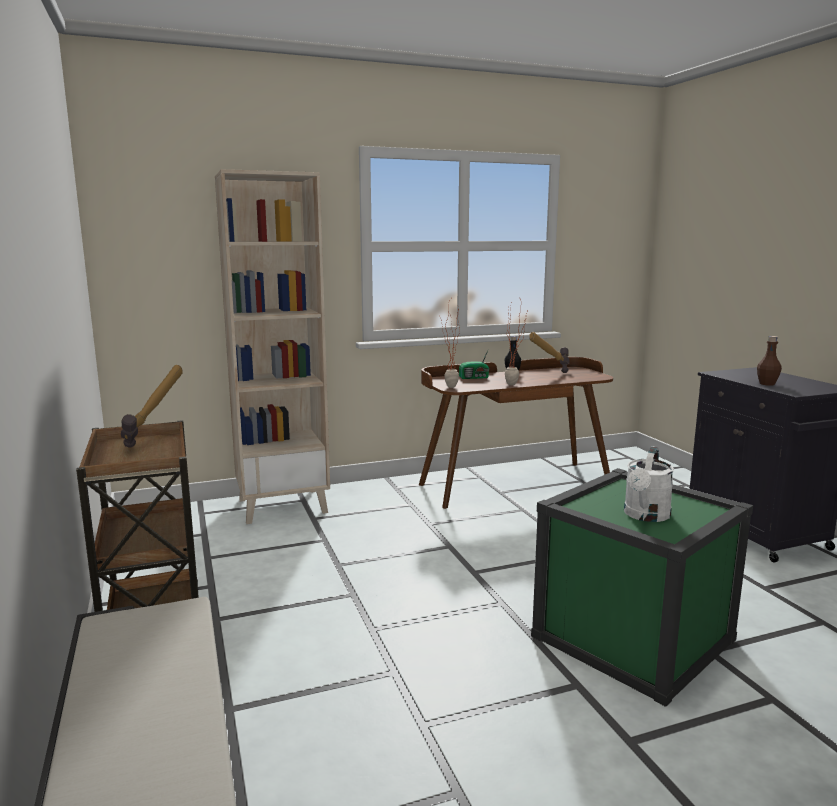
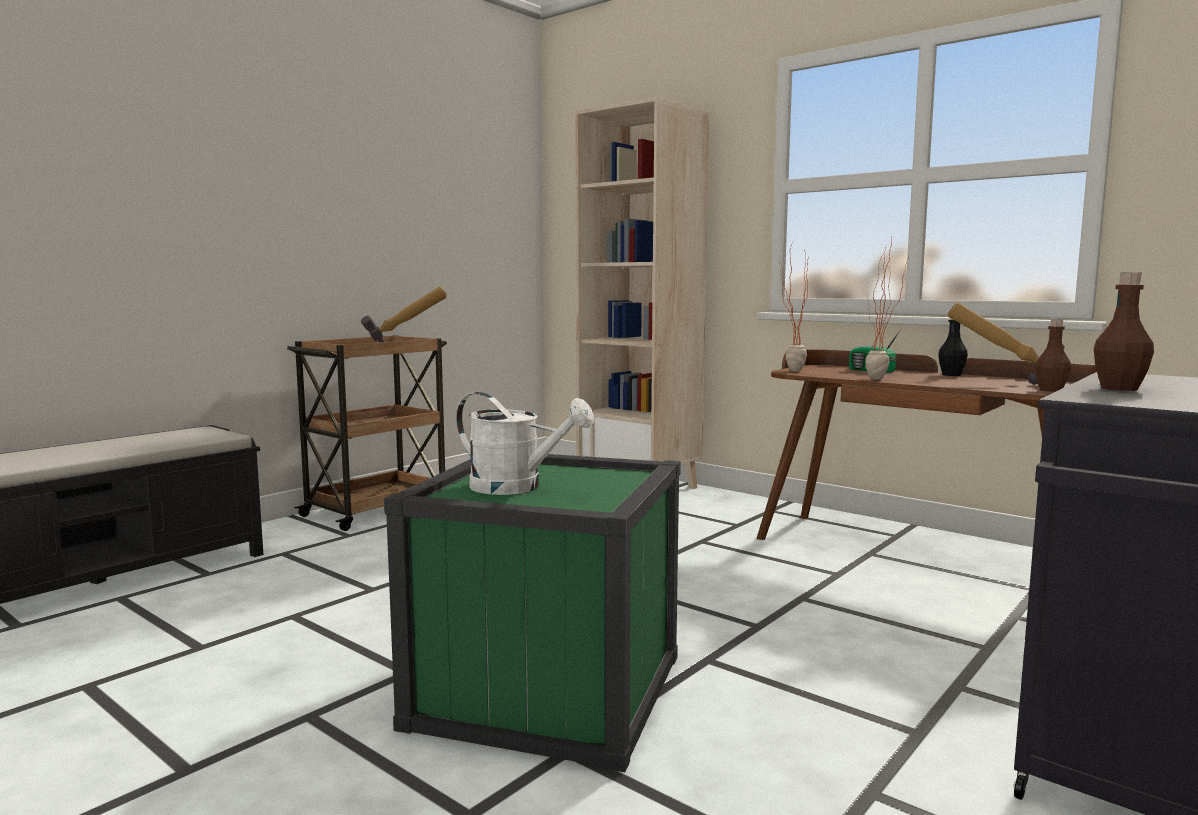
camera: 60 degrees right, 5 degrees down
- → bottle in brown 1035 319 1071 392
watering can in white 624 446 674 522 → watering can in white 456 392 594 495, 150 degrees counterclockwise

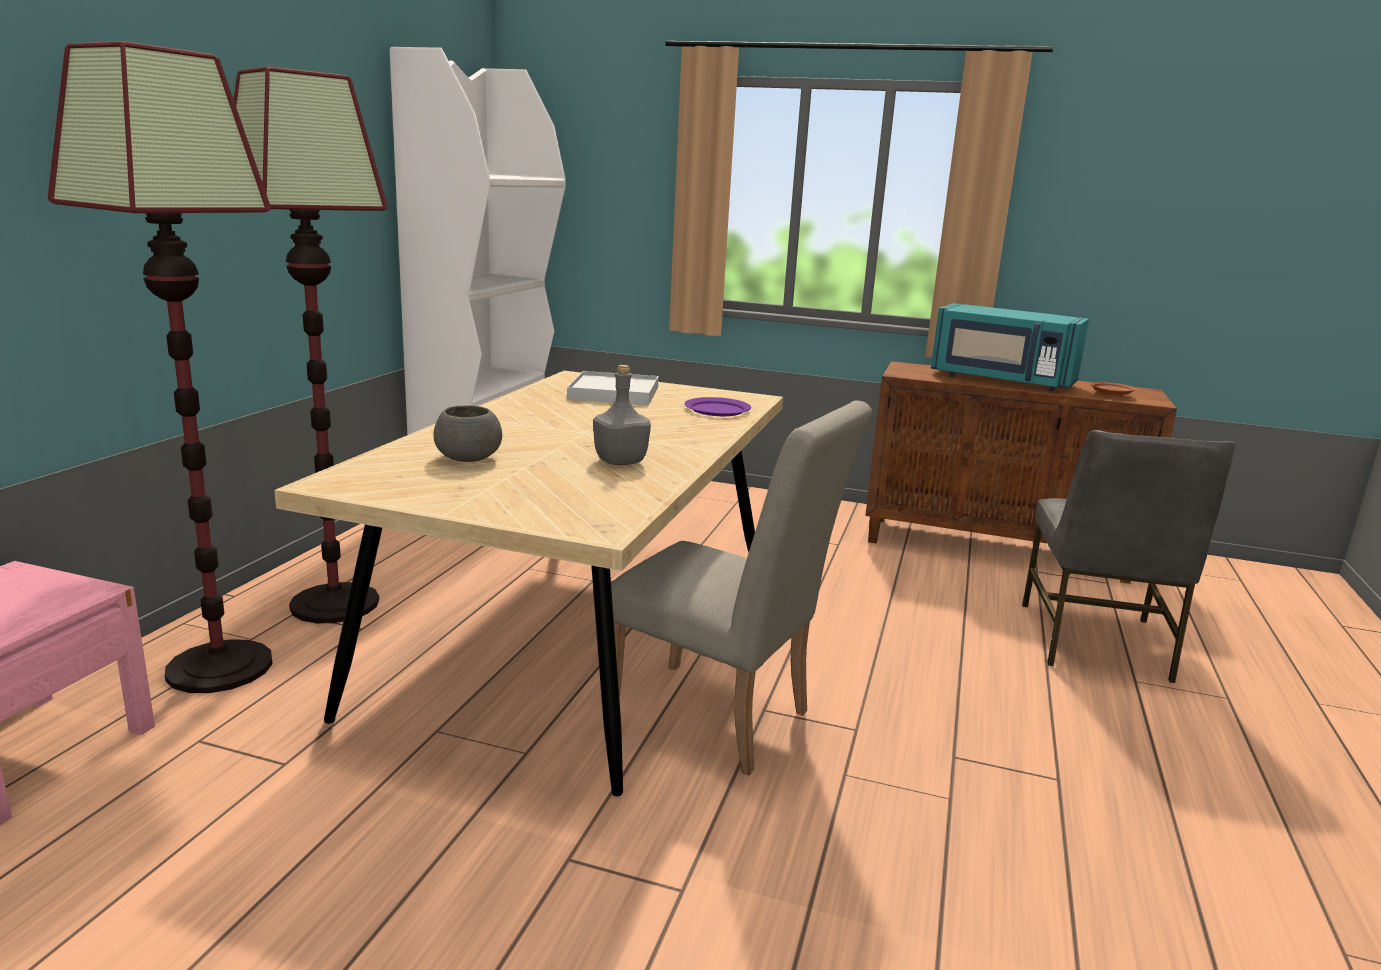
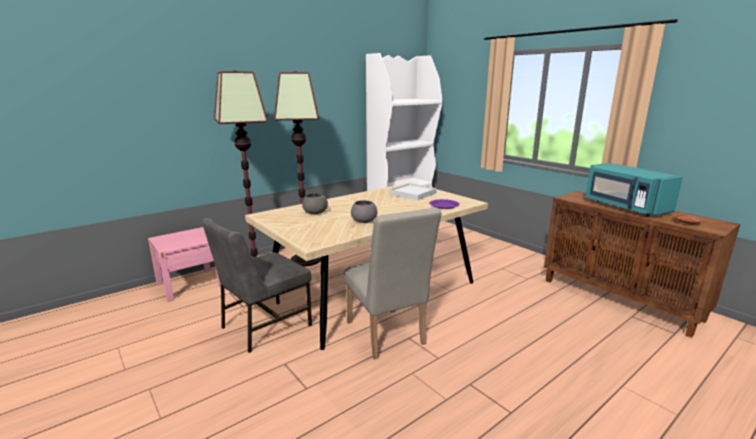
camera: 35 degrees right, 0 degrees up
chair in grey 1022 430 1236 683 → chair in grey 202 218 312 353, move
bottle in grey 593 365 651 465 → bowl in grey 351 200 377 223

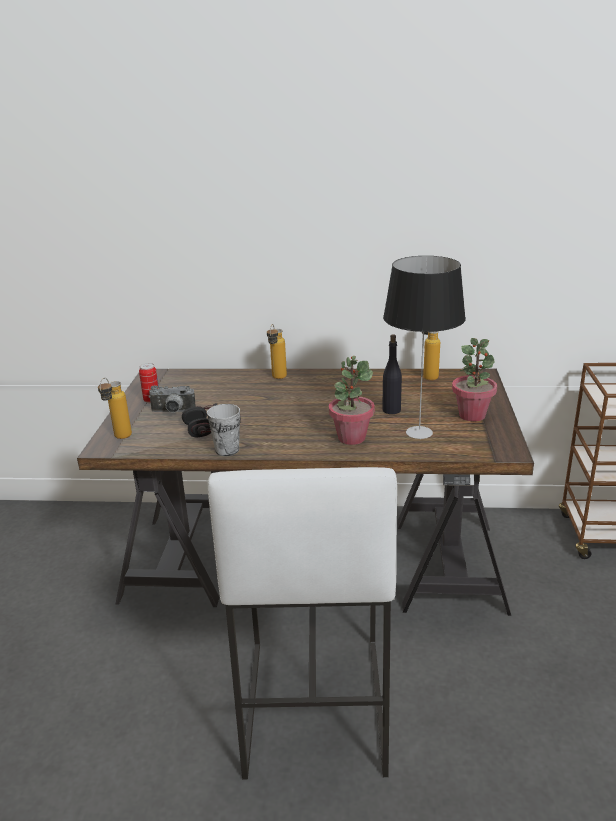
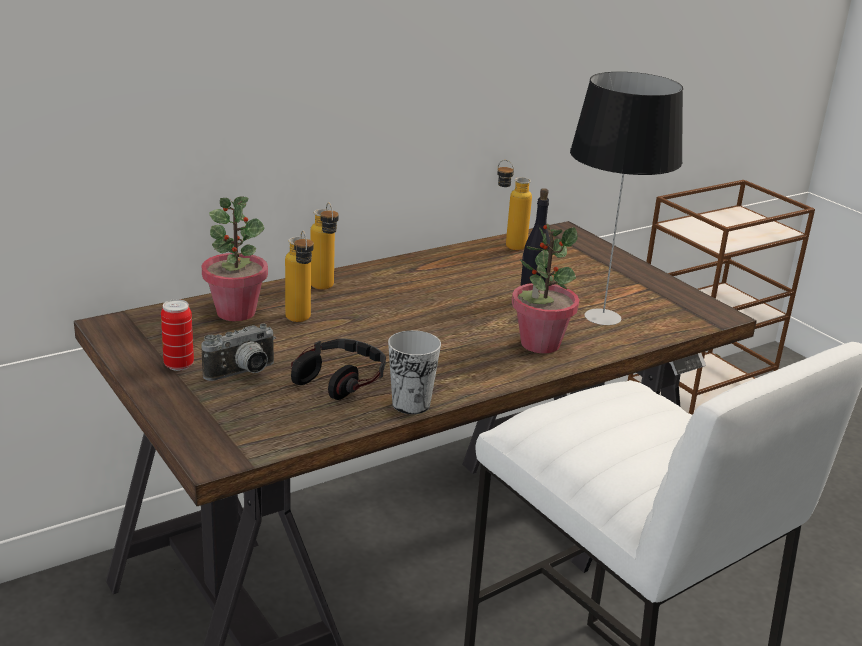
camera: 40 degrees left, 0 degrees up
bottle 98 378 132 439 → bottle 285 231 314 322, move
potted plant 452 338 497 421 → potted plant 202 197 268 321, move

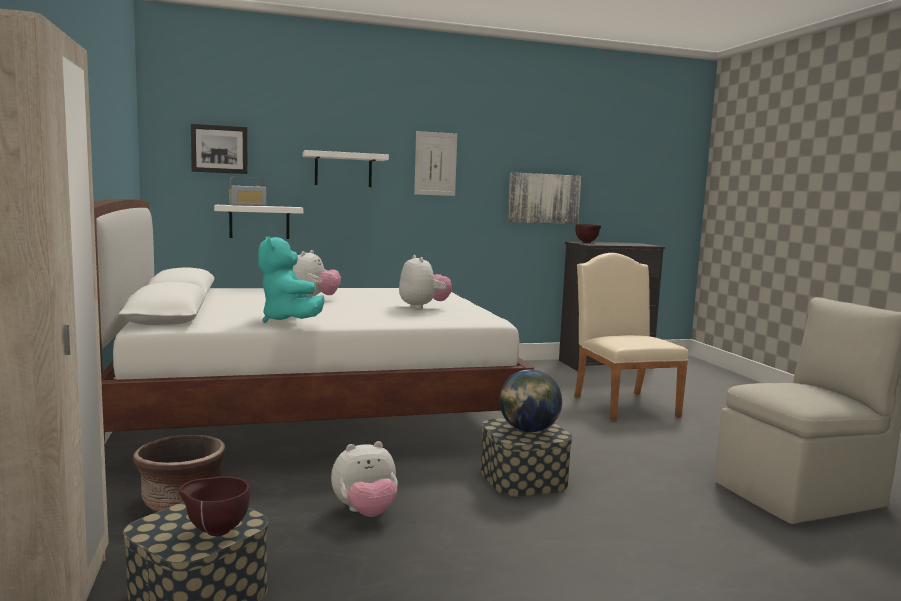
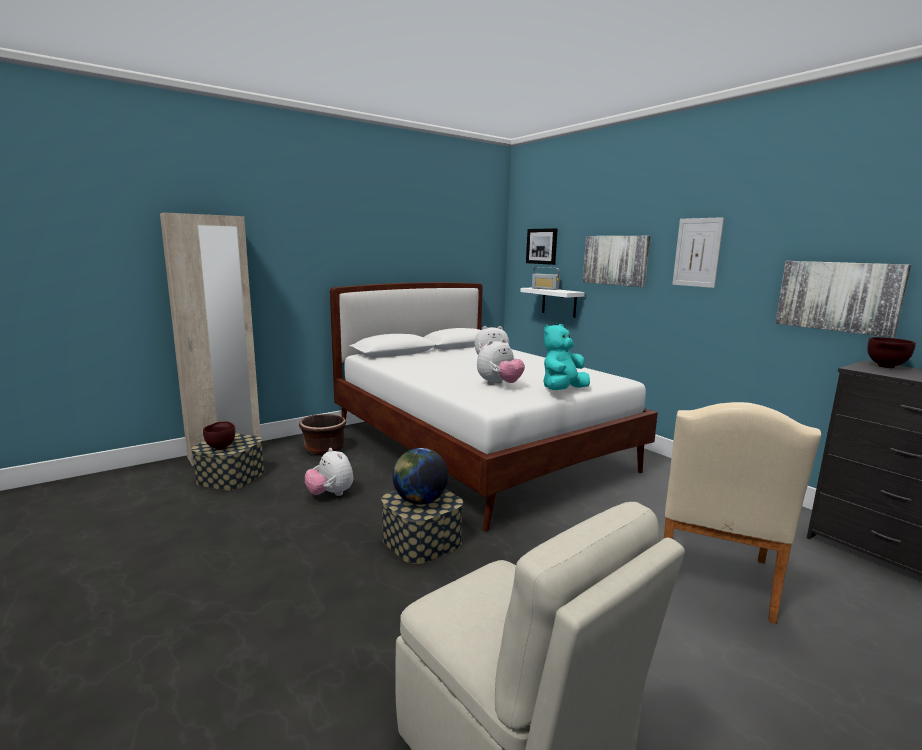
camera: 70 degrees right, 5 degrees up
plush toy in turquoise 258 236 325 323 → plush toy in turquoise 543 324 590 390, move
shelf in white 303 150 389 187 → picture 583 236 650 287
chair in beige 574 253 689 422 → chair in beige 664 402 821 624, 150 degrees clockwise

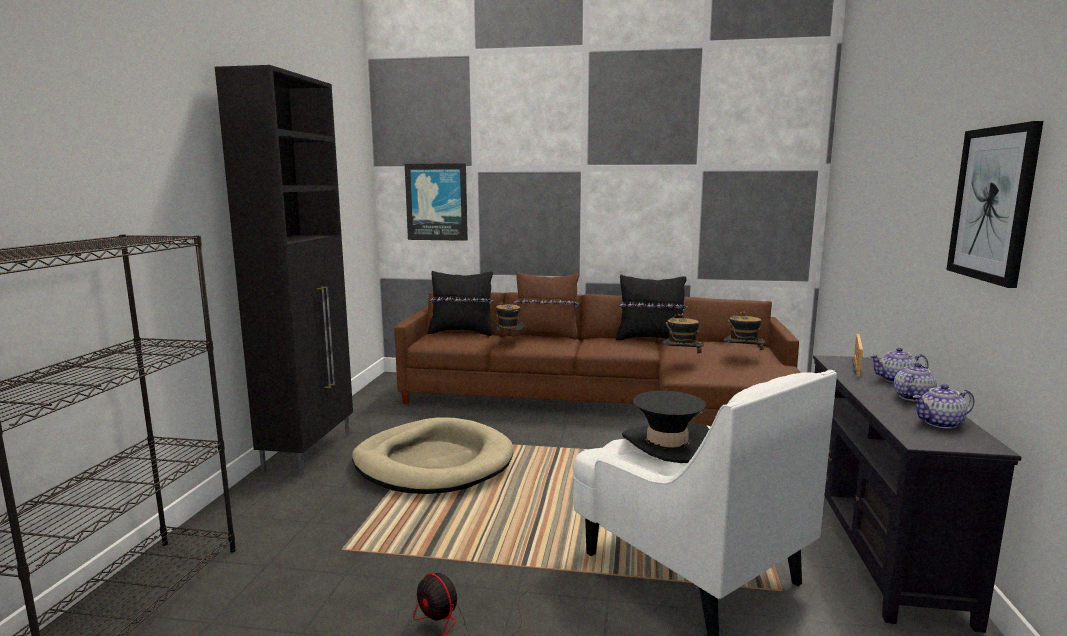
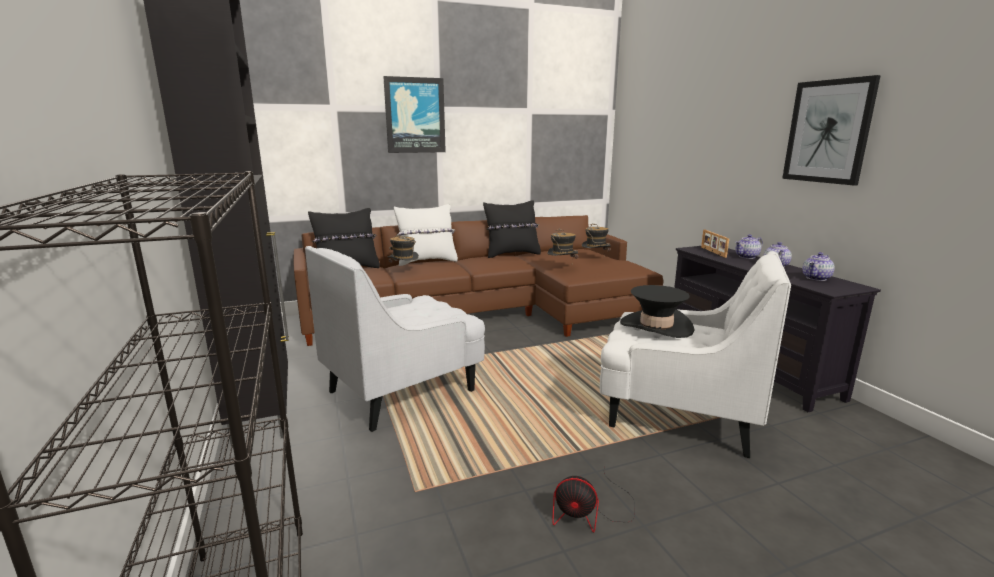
camera: 30 degrees left, 5 degrees up
picture 405 163 468 241 → picture 383 76 446 153, move
dog bed in beige 352 417 514 494 → armchair in white 305 246 485 432
pillow in brown 511 272 580 340 → pillow in white 394 204 458 266

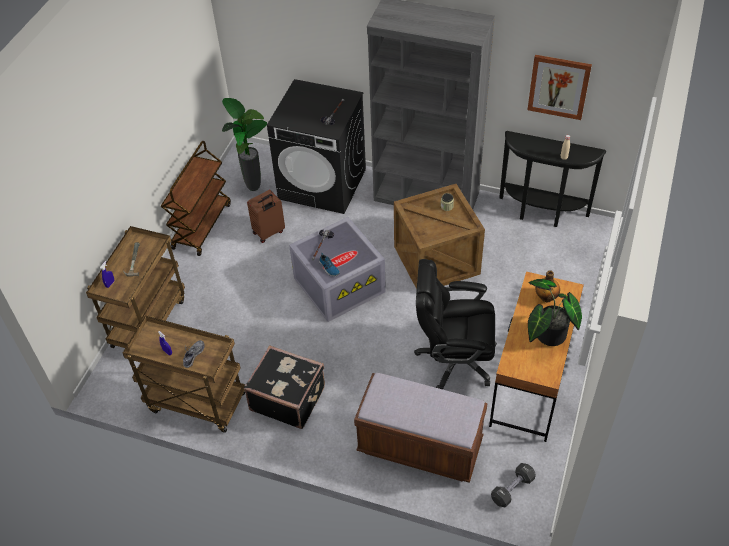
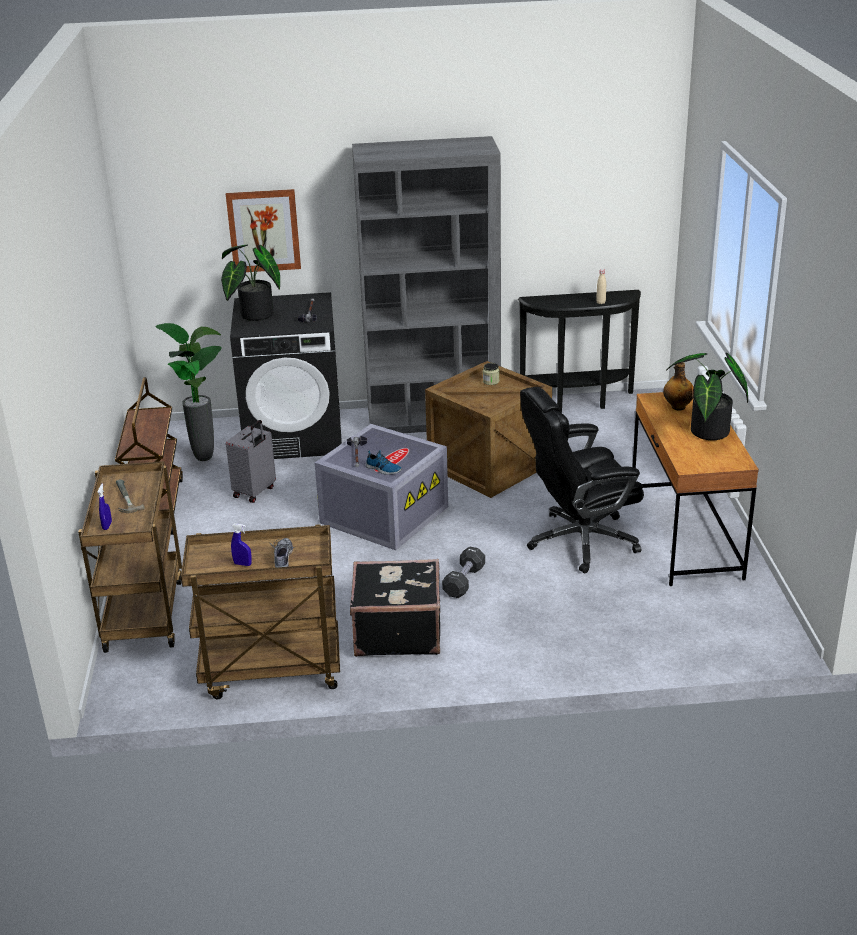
camera: 25 degrees left, 20 degrees down
bench in brown 354 373 488 483 → -
- → potted plant 221 245 280 321
dumbbell in black 491 463 536 507 → dumbbell in black 442 547 485 598, move
picture 527 55 592 120 → picture 226 189 301 272, move
suitcase in brown 247 190 285 243 → suitcase in grey 226 420 276 503

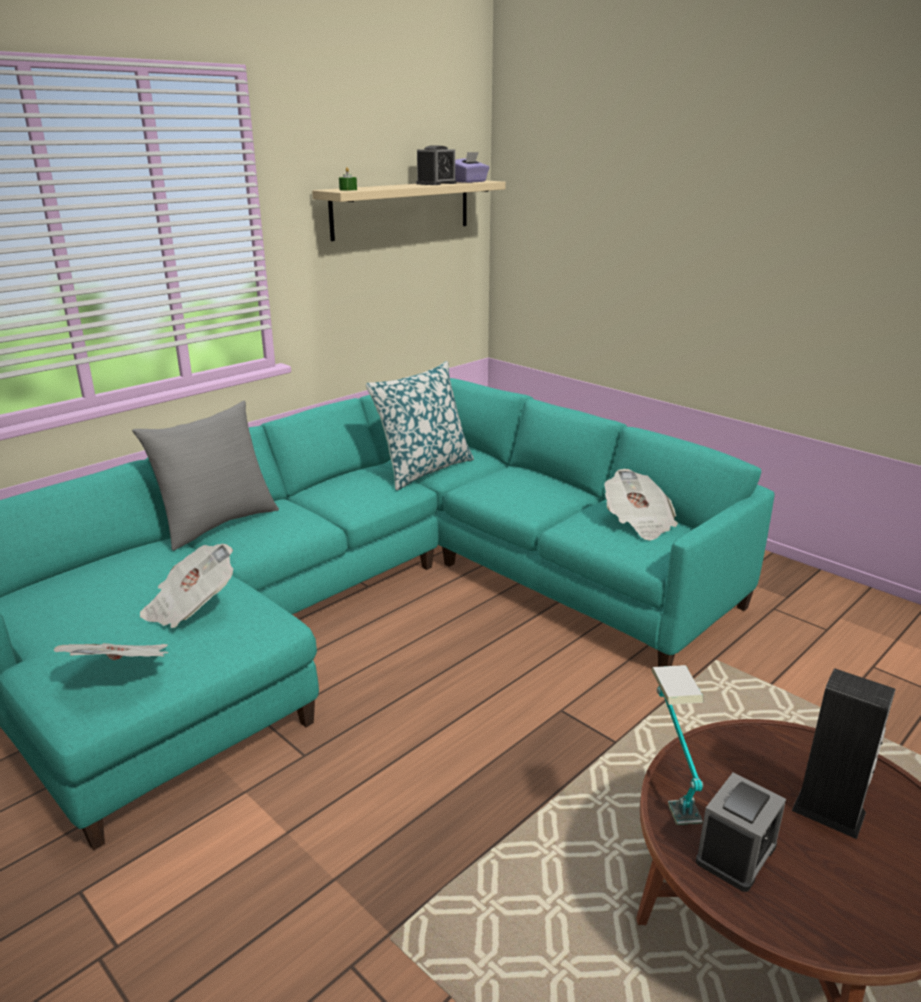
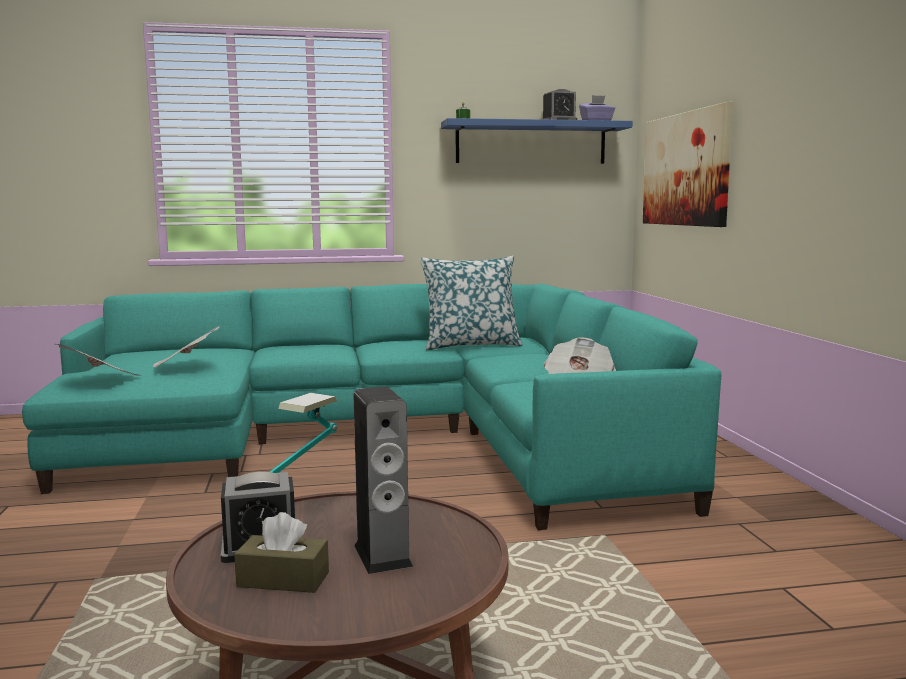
camera: 35 degrees right, 15 degrees down
pillow in grey 132 401 279 551 → -
- → tissue box in brown 234 512 329 593
- → picture 643 102 733 227
shelf in beige 312 180 506 241 → shelf in blue 441 118 633 164

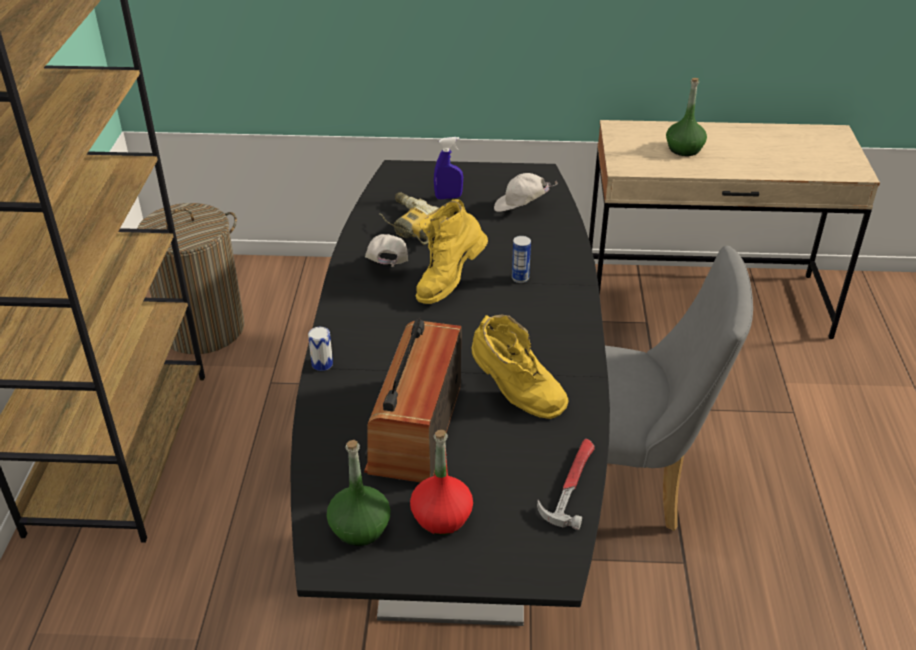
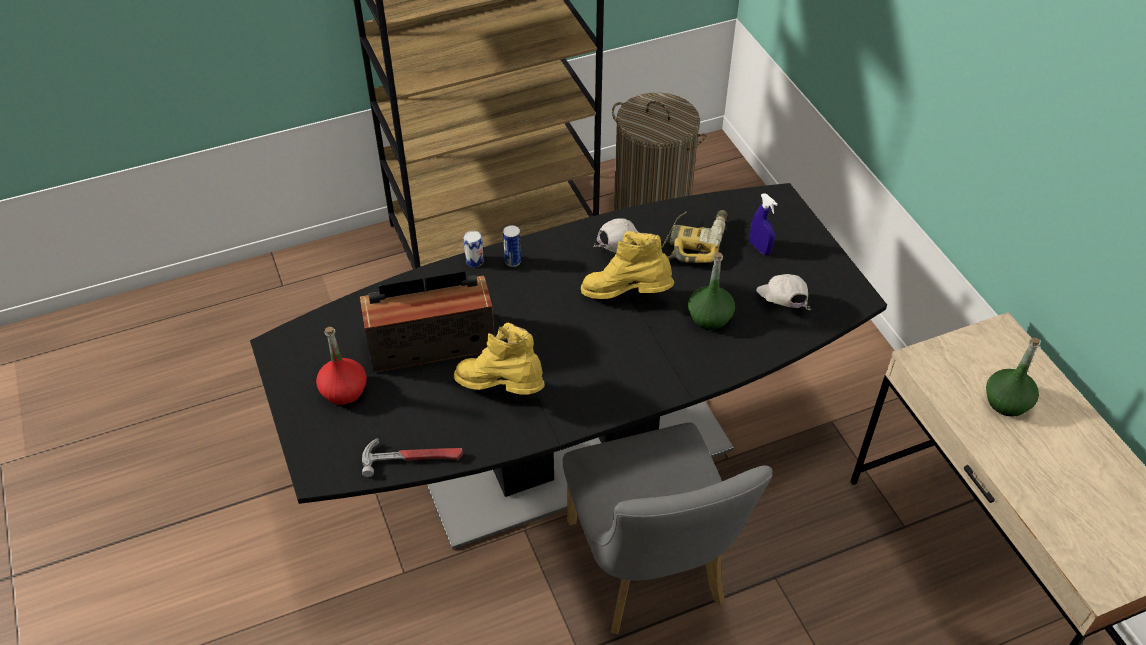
camera: 65 degrees right, 10 degrees up
bottle in green 327 440 391 546 → bottle in green 688 252 735 330, move
can 512 236 531 283 → can 503 225 521 267, move
boot in yellow 471 315 569 419 → boot in yellow 454 322 545 395, 105 degrees clockwise

